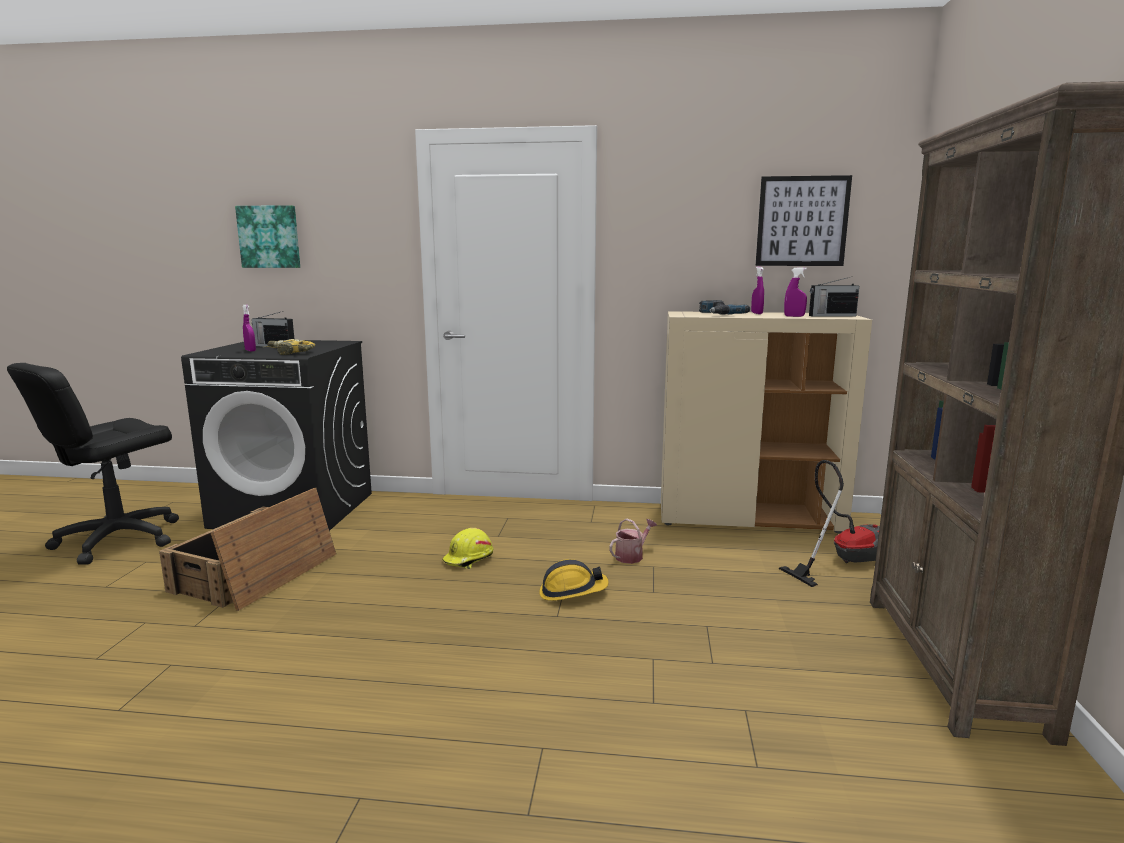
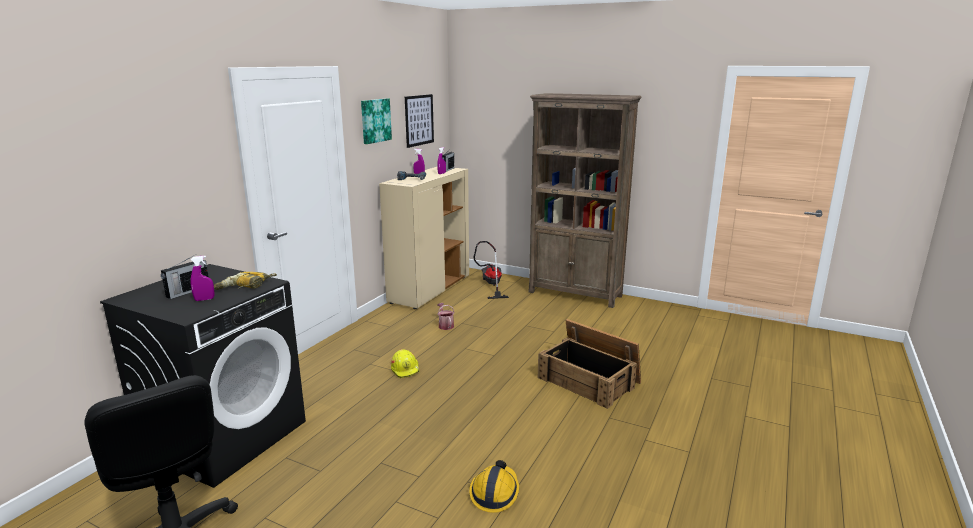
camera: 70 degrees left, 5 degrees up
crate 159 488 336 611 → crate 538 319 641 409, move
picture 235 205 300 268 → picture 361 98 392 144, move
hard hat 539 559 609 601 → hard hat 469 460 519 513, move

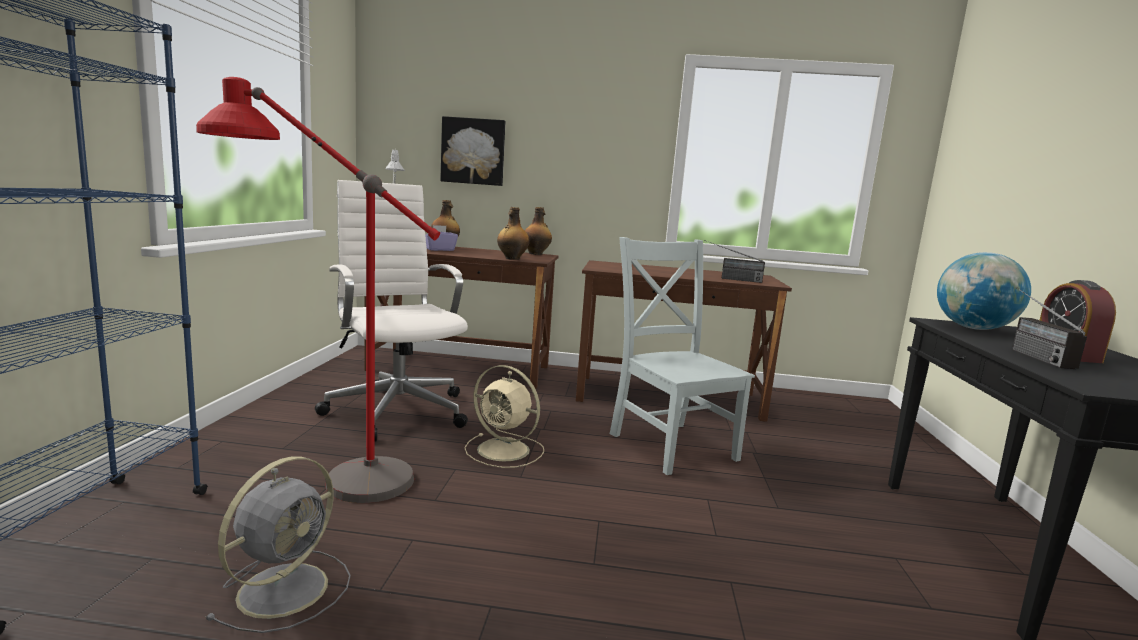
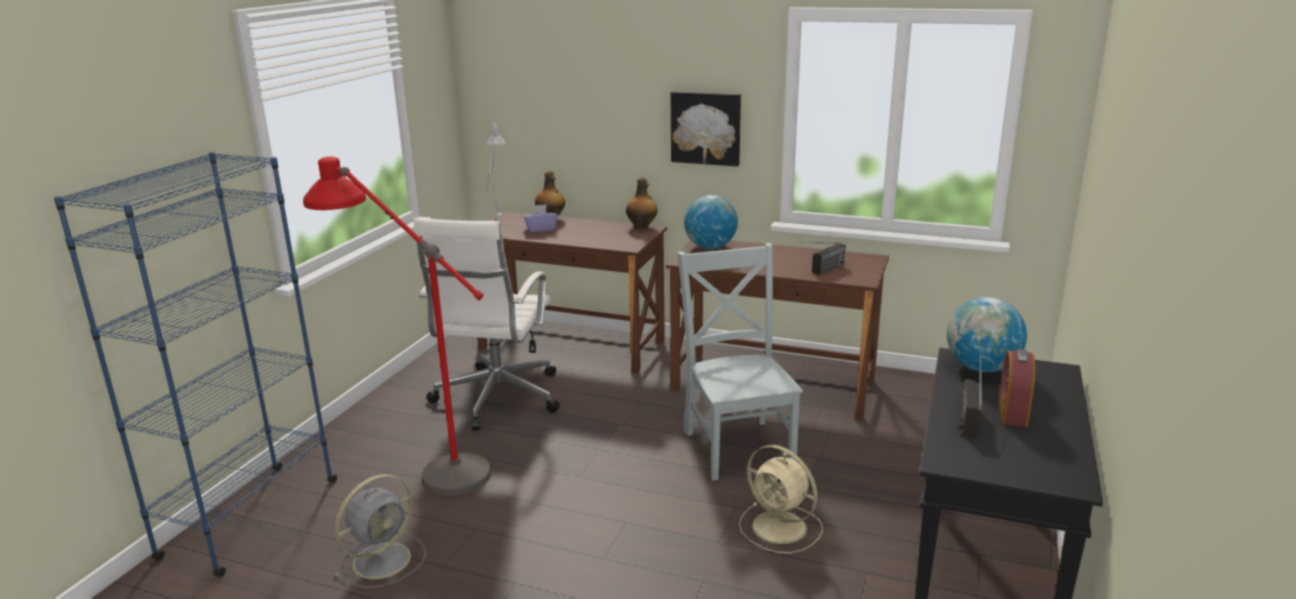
camera: 15 degrees right, 10 degrees up
bottle 497 207 529 260 → -
- → globe 684 195 738 249
picture 440 116 505 186 → picture 671 91 741 167, move
fan in beige 464 365 544 468 → fan in beige 739 445 823 553, move
office chair in white 315 180 468 442 → office chair in white 414 218 560 430, 150 degrees counterclockwise
radio 707 241 765 283 → radio 800 242 845 275, 75 degrees counterclockwise

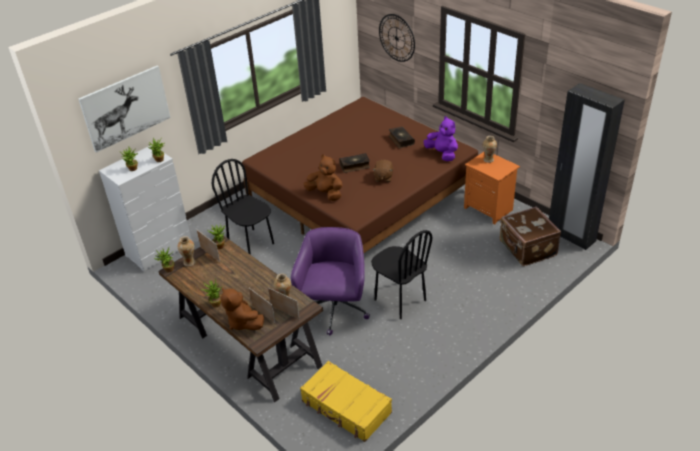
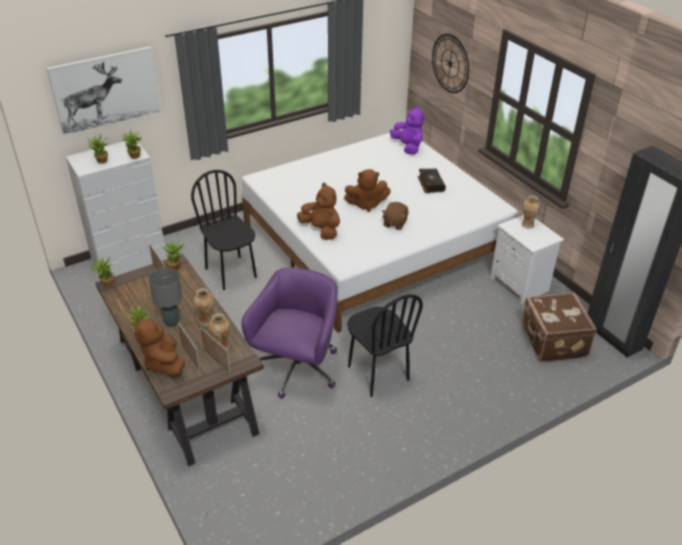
camera: 10 degrees right, 0 degrees up
suitcase in yellow 300 361 392 442 → -
- → table lamp in grey 149 268 182 327
vase 177 236 196 266 → vase 193 288 214 326, move
plush toy in purple 424 116 458 161 → plush toy in purple 390 106 424 155, move
book 339 153 370 173 → plush toy in brown 344 169 391 212
bed in brown 242 97 478 253 → bed in white 242 129 519 333
nightstand in orange 464 152 520 224 → nightstand in white 490 215 564 305

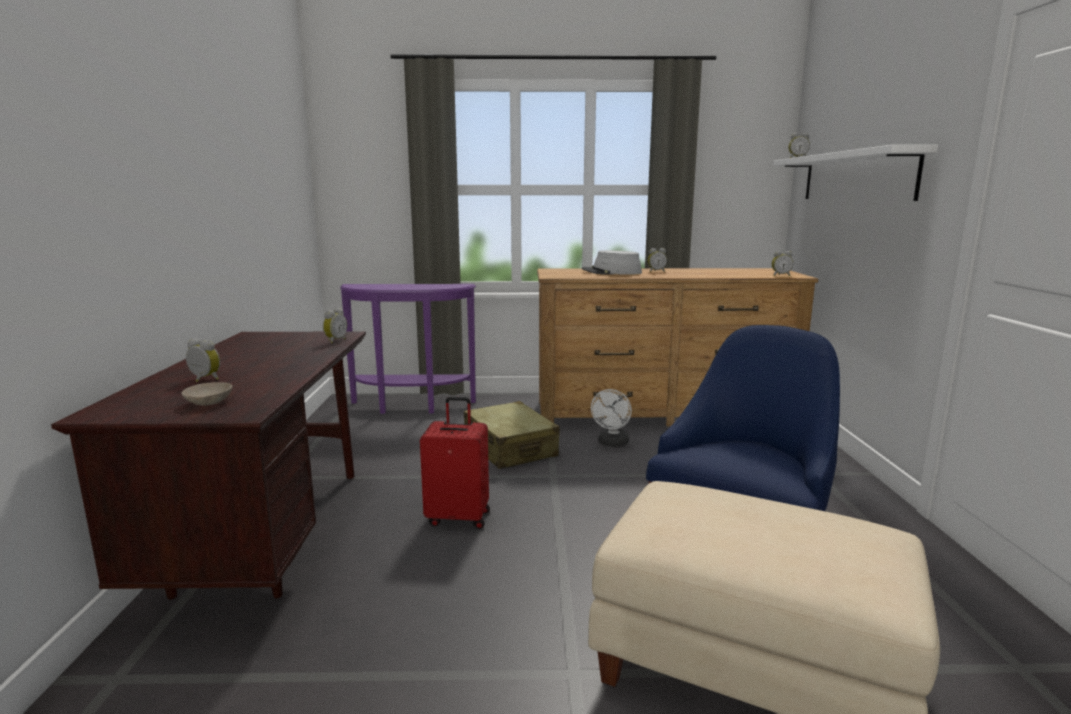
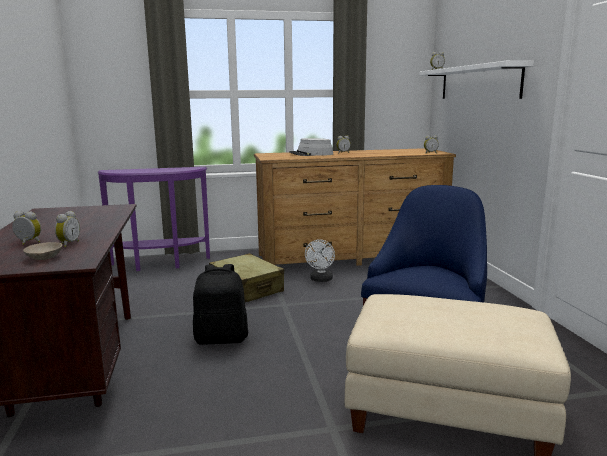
camera: 10 degrees left, 0 degrees up
alarm clock 323 308 347 343 → alarm clock 55 211 80 247, move
suitcase in red 420 397 490 529 → backpack in black 193 264 248 345

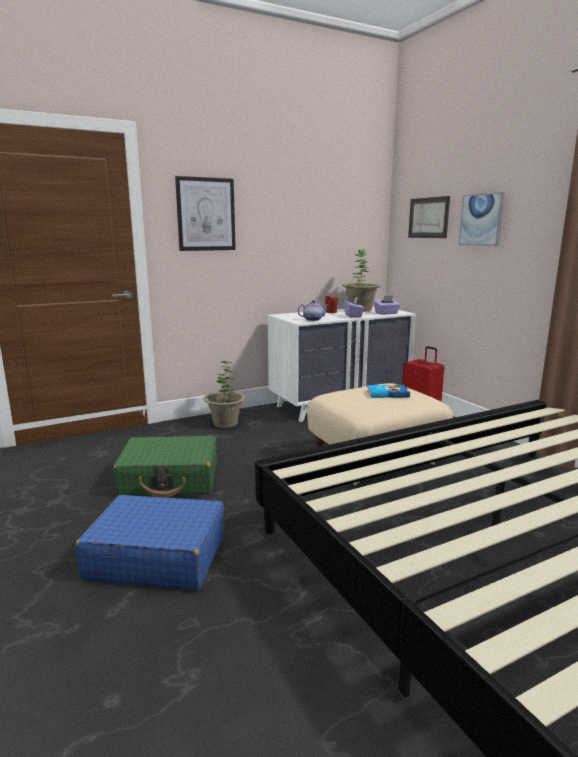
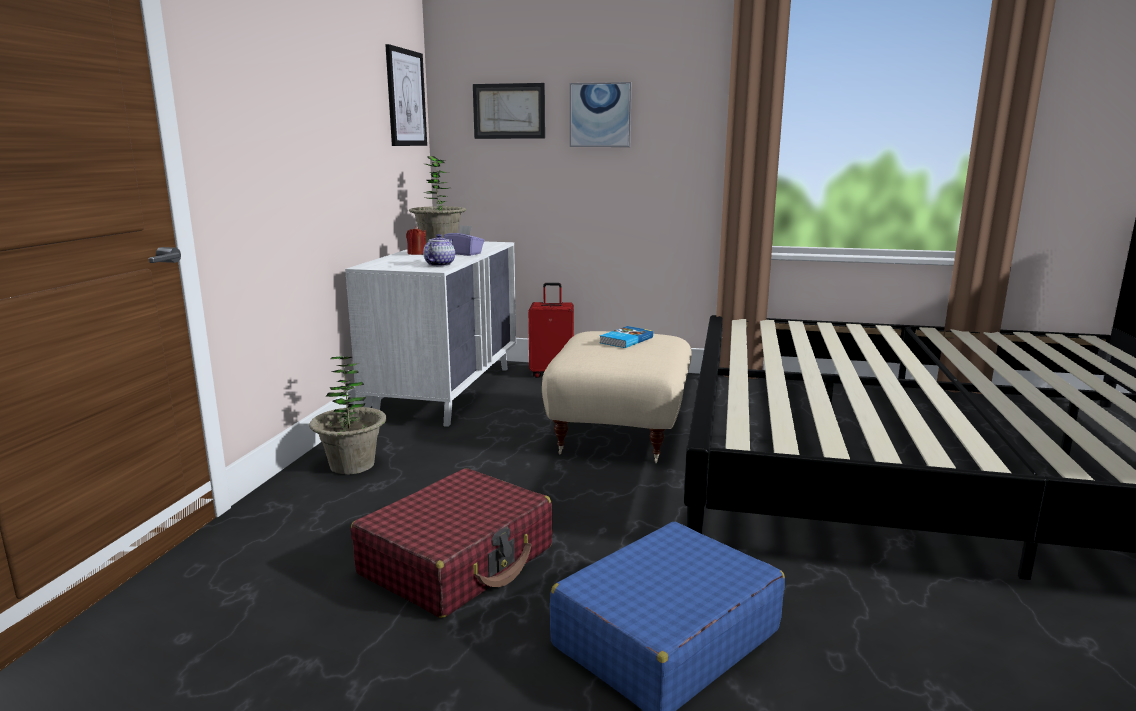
camera: 50 degrees left, 0 degrees up
tissue box in purple 374 296 401 315 → -
picture 175 176 236 251 → picture 385 44 427 146, move
suitcase in green 113 436 217 498 → suitcase in red 351 468 552 618

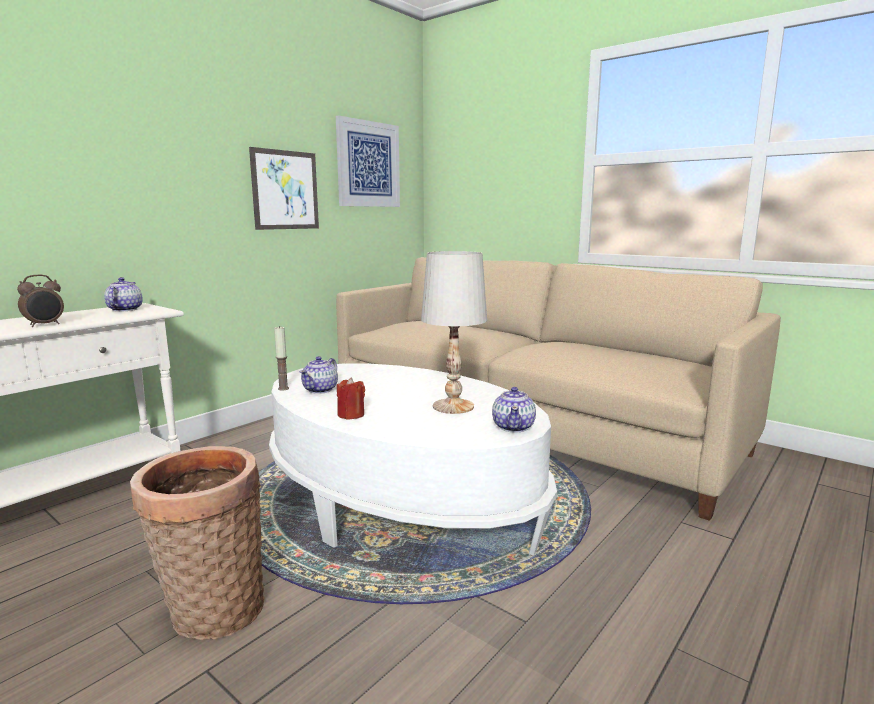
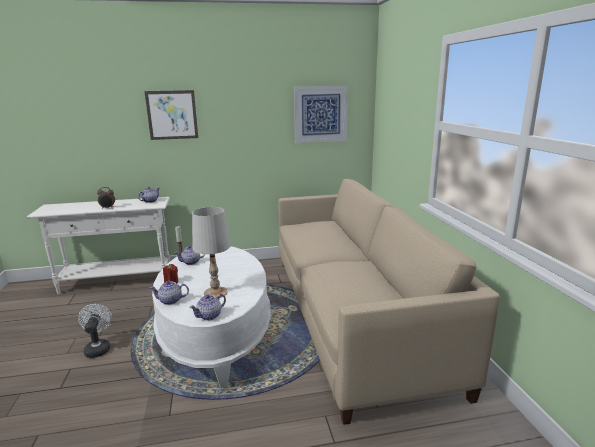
camera: 40 degrees right, 5 degrees up
- → teapot 149 281 189 305
picture 249 147 319 230 → picture 144 90 198 140, move
basket 130 446 264 640 → fan in white 78 304 112 358

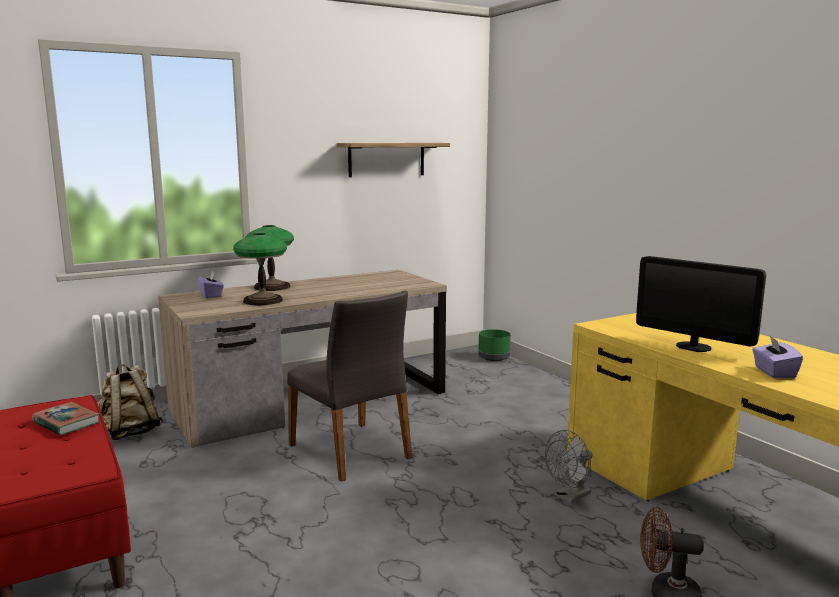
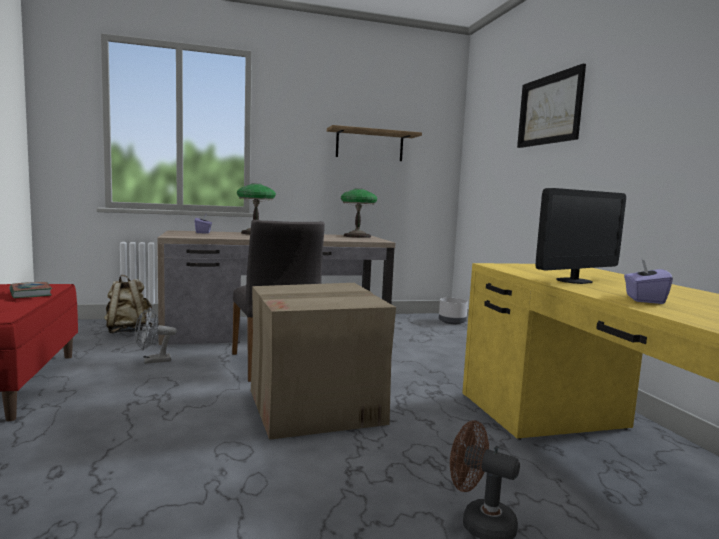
camera: 15 degrees right, 5 degrees down
- → cardboard box 251 283 396 440
- → picture 517 64 586 148
table lamp 233 233 287 305 → table lamp 341 189 377 238, move
fan in grey 545 430 593 504 → fan in grey 135 307 177 364, move
planter in green 478 329 511 361 → planter in grey 439 298 468 324
monitor 636 256 766 352 → monitor 536 188 626 284, 90 degrees counterclockwise

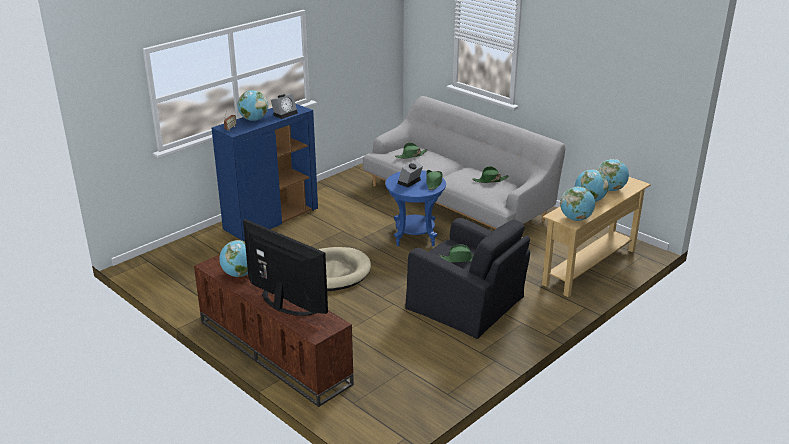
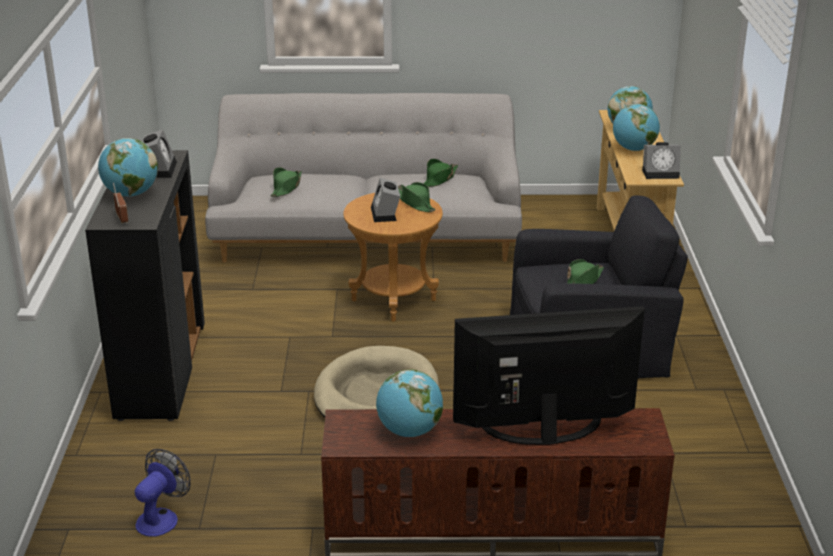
camera: 45 degrees left, 0 degrees up
- → fan 135 449 191 537
globe 560 186 595 221 → alarm clock 642 142 681 179
cabinet in blue 212 104 318 241 → cabinet in black 85 150 205 421
side table in blue 385 170 446 246 → side table in brown 343 193 443 322

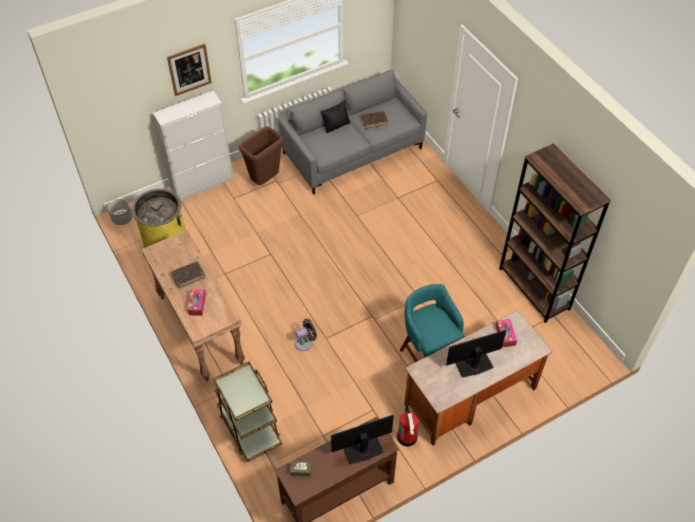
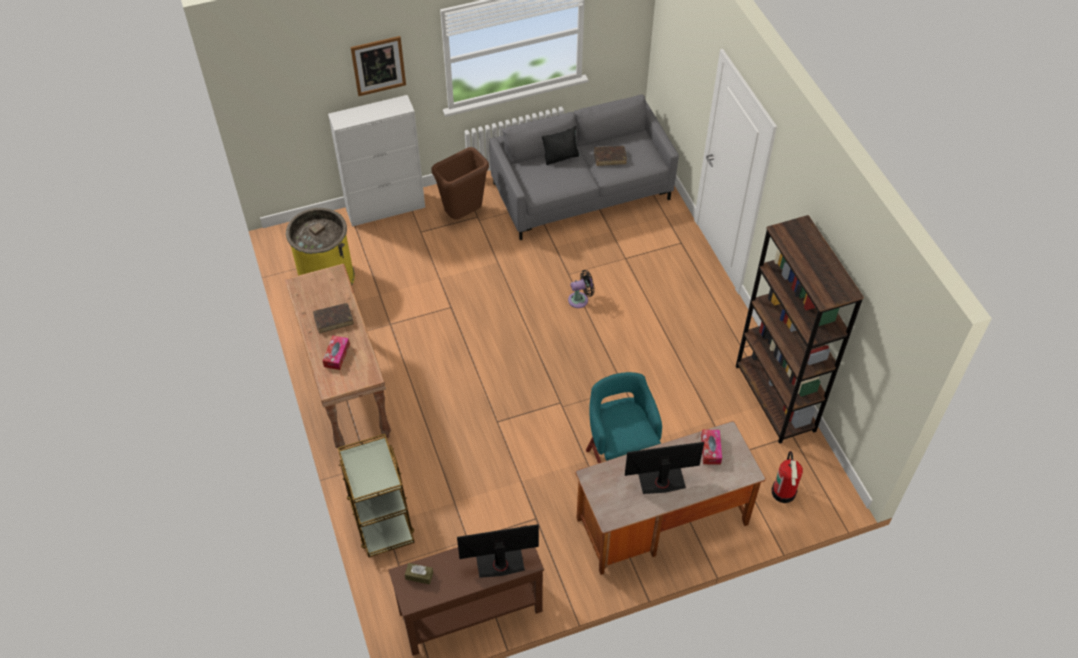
camera: 10 degrees right, 0 degrees up
planter in grey 108 199 132 225 → -
fan in black 295 319 317 351 → fan in black 568 270 594 308, move
fire extinguisher 397 405 419 447 → fire extinguisher 771 451 803 503, move

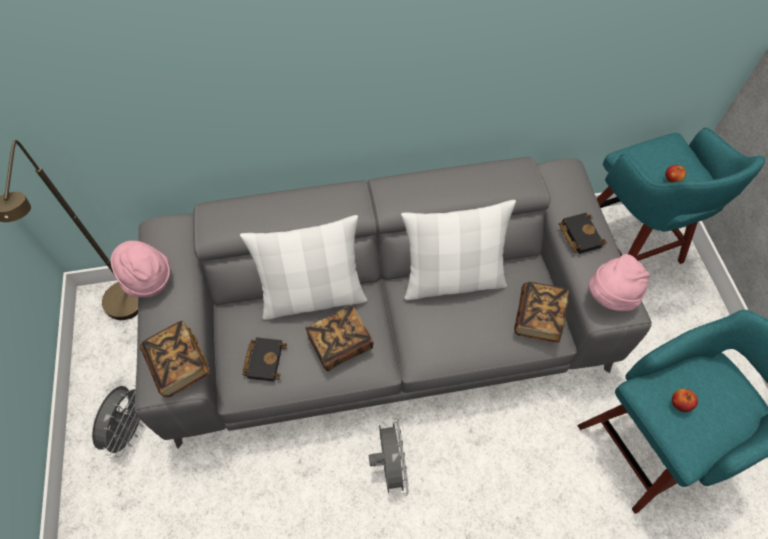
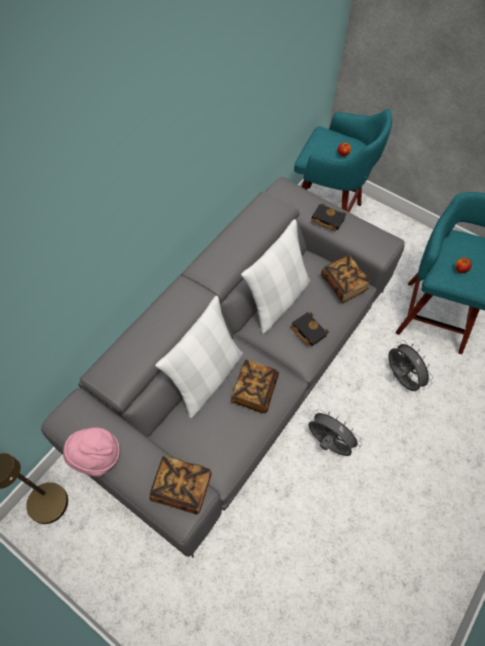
camera: 45 degrees left, 0 degrees up
hat in pink 588 254 650 311 → -
fan in grey 92 385 143 459 → fan in grey 388 340 433 391, move
book in black 242 337 287 382 → book in black 290 312 329 346, move

